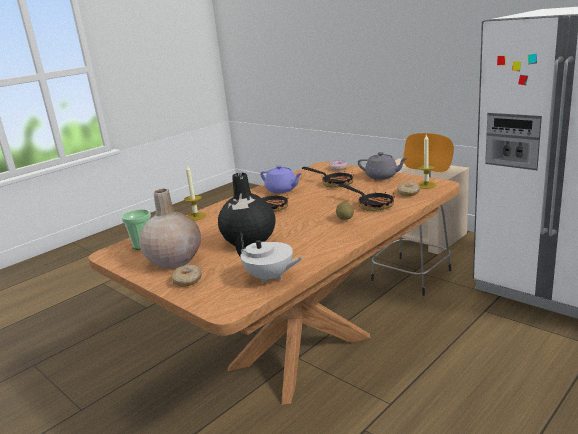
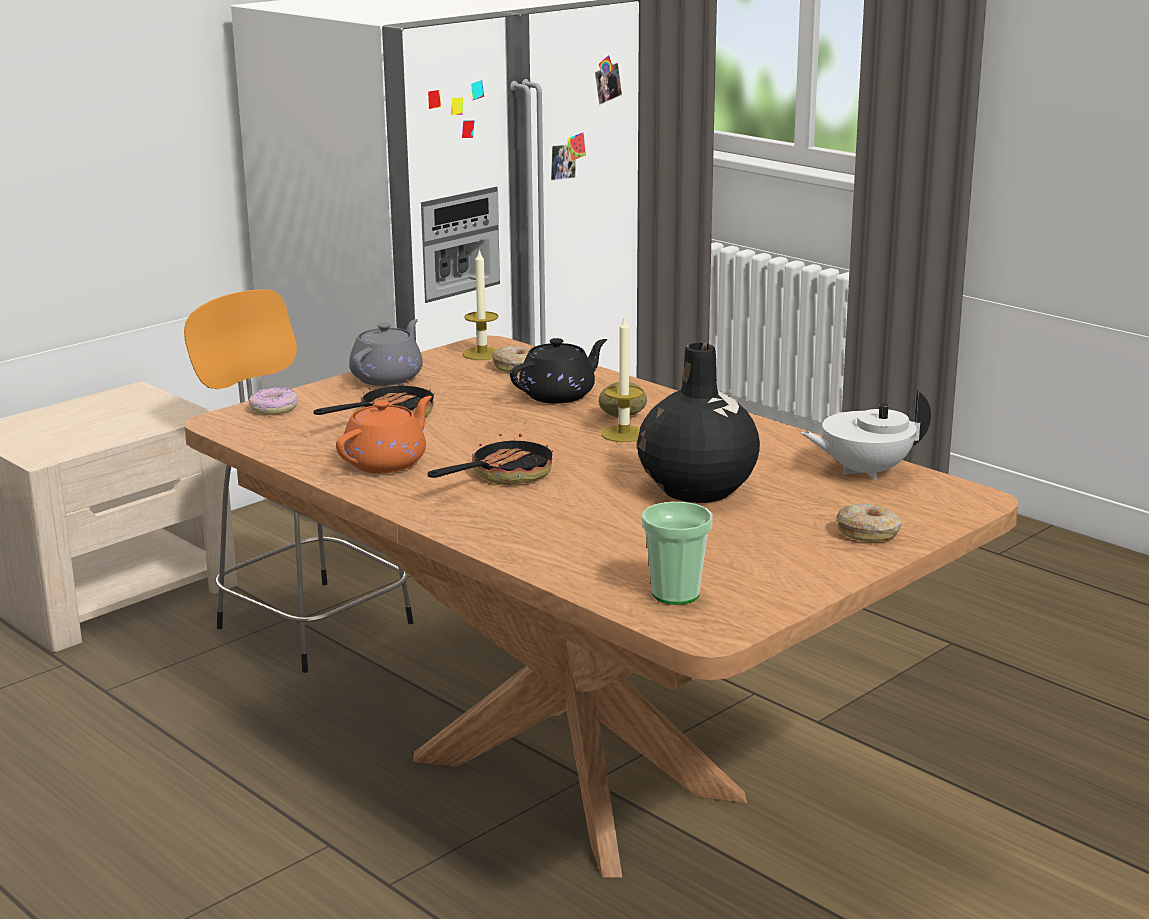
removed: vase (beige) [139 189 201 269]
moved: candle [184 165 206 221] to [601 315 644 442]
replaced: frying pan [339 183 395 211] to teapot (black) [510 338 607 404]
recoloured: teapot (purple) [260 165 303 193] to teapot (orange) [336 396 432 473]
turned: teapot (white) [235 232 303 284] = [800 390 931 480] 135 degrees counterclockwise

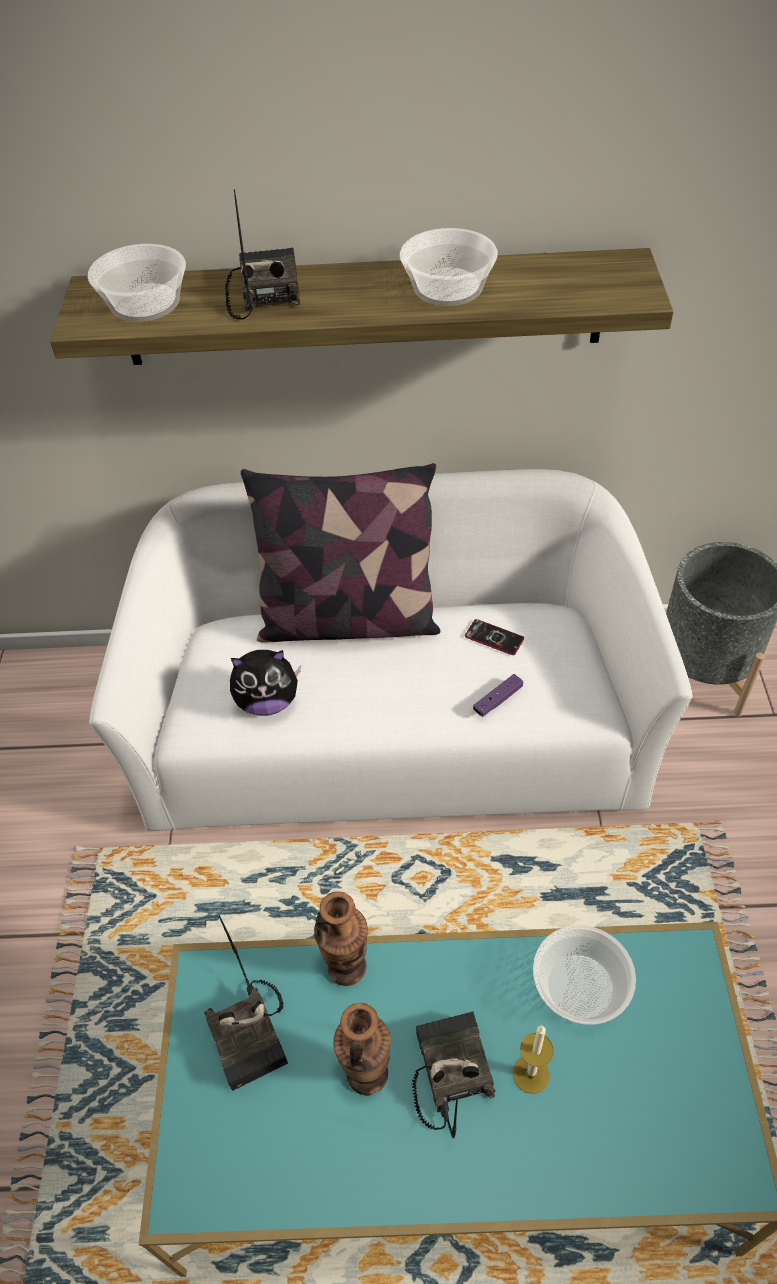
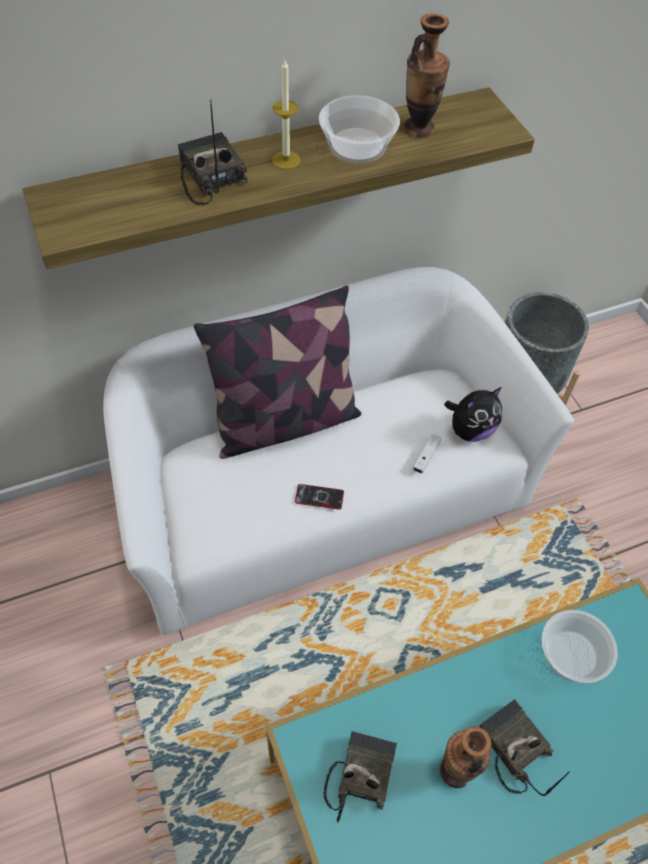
removed: bowl [88 244 186 322]
moved: candle [513 1026 554 1094] to [272 60 301 169]; phone [465 619 524 655] to [295 484 344 510]; vase [314 891 368 986] to [404 14 450 138]; plush toy [230 650 301 716] to [444 387 502 442]
recoloured: game controller (purple) [473 674 523 717] to game controller (white) [413 434 441 474]
turned: radio [204 915 288 1091] = [323 731 397 823] 120 degrees counterclockwise

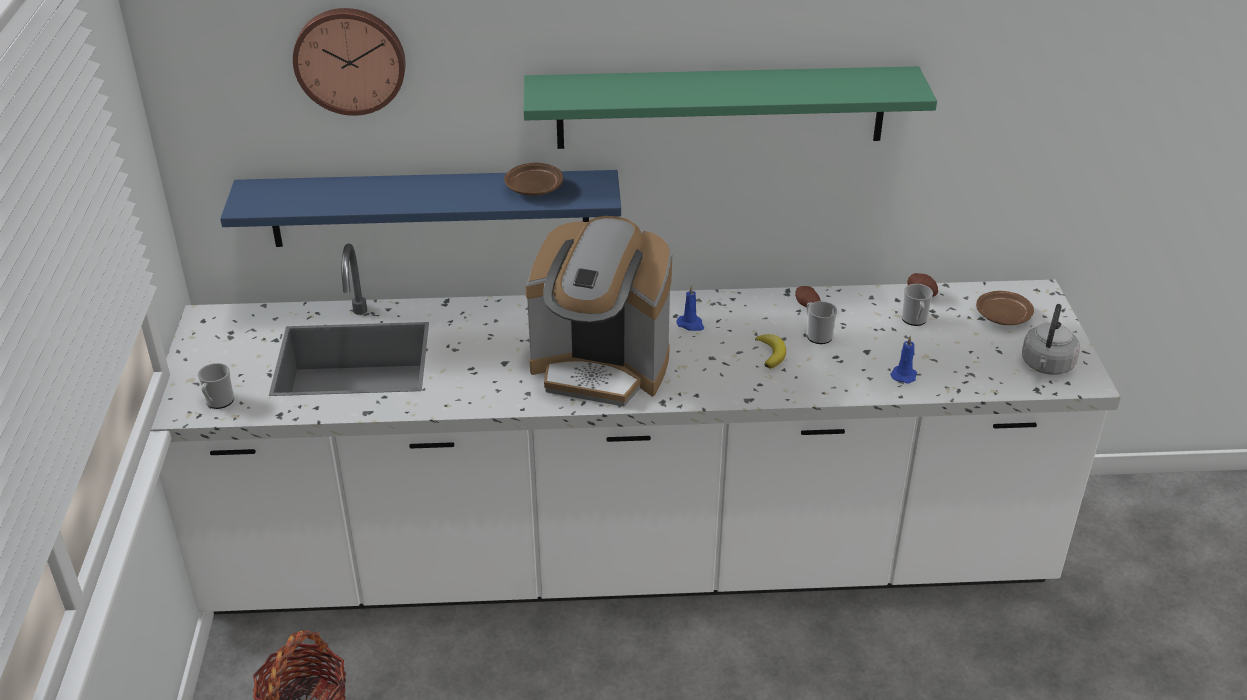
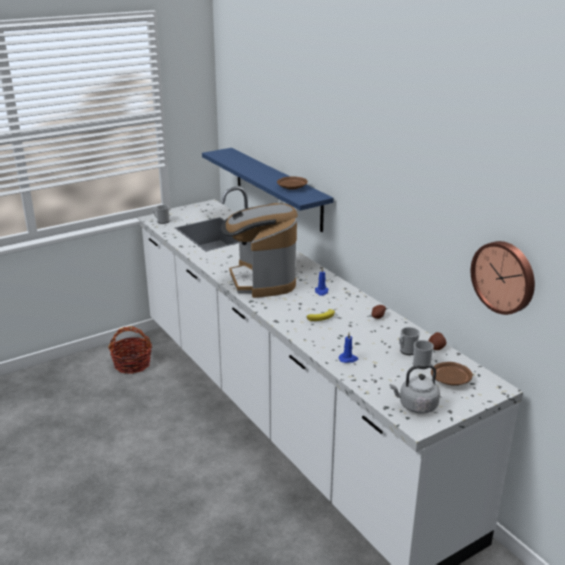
removed: shelf (green) [524 66 937 149]
moved: mug [807 301 837 344] to [413 340 434 369]; wall clock [293 8 406 116] to [471 241 535 315]

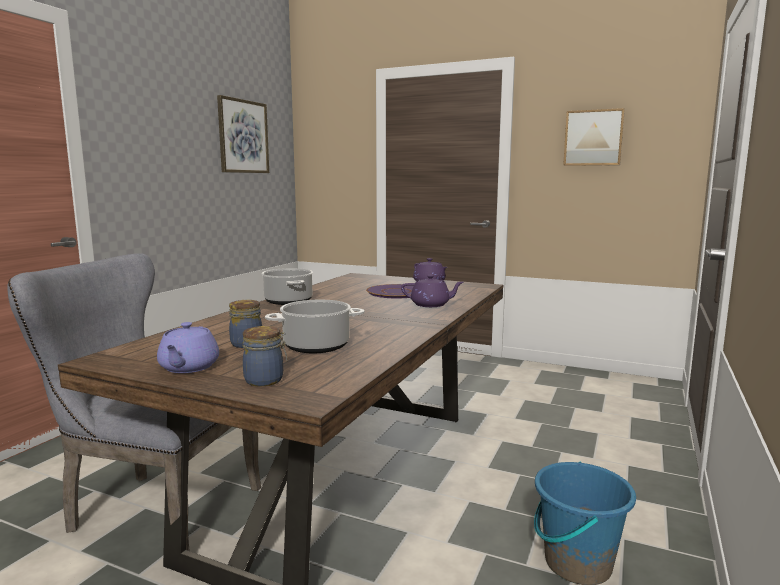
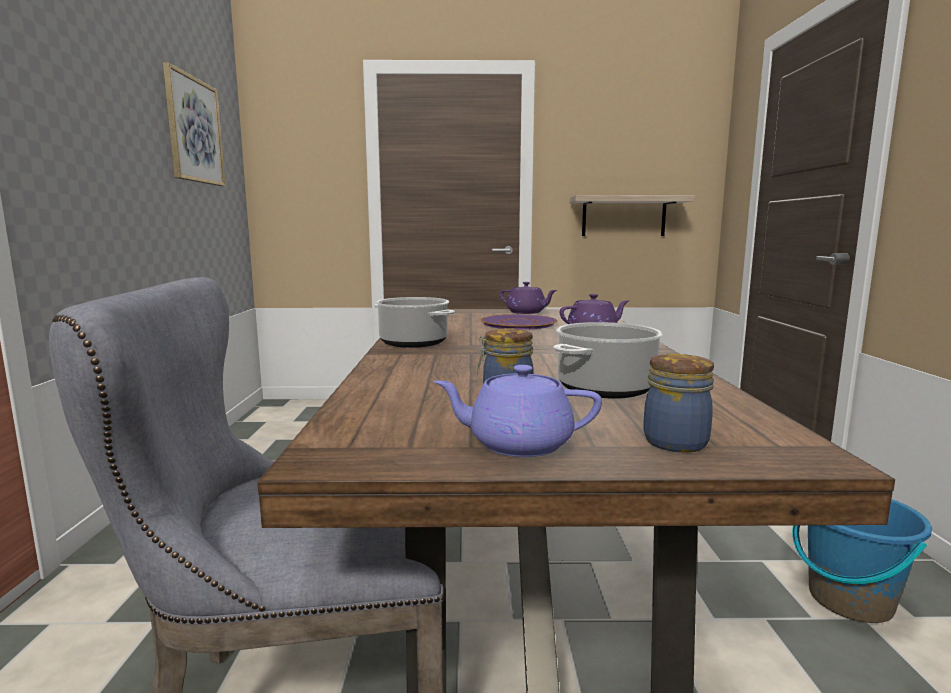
removed: picture [563 108 625 166]
added: shelf [569 195 694 236]
turned: teapot (purple) [157 322 219 373] = [433 365 602 457] 120 degrees clockwise

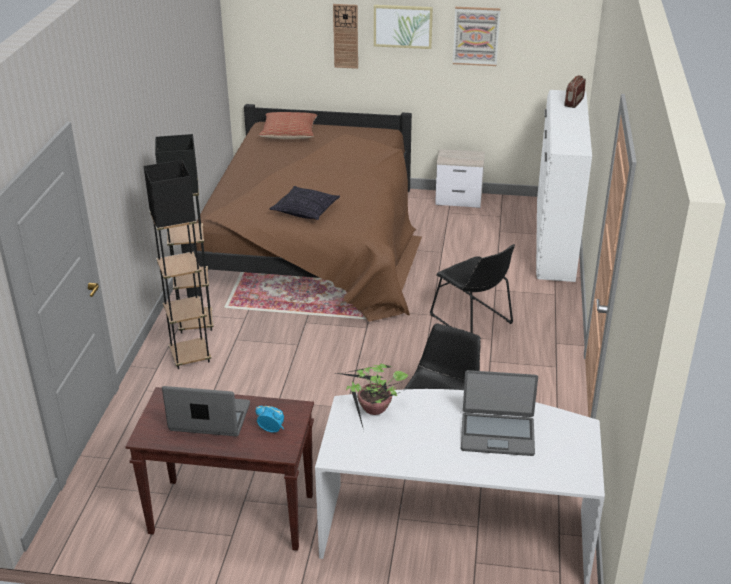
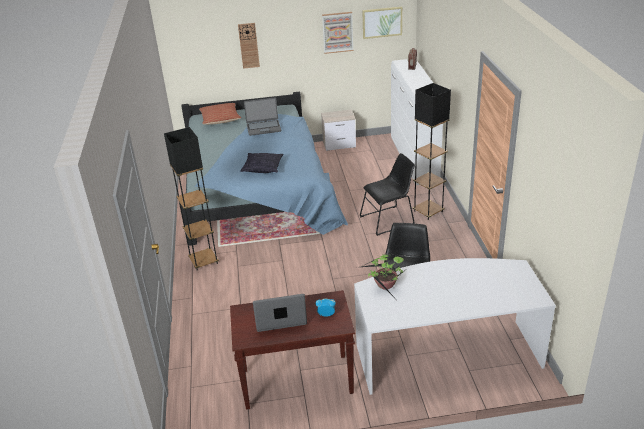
moved: laptop [461 370 538 456] to [244 97 281 136]; picture [374 5 433 49] to [362 7 402 39]; floor lamp (black) [144 160 211 369] to [413 83 451 220]
recoloured: bed (brown) [181 104 422 322] to bed (blue) [181 92 348 246]
turned: chair (black) [430 244 515 333] = [359 153 415 236] 60 degrees counterclockwise

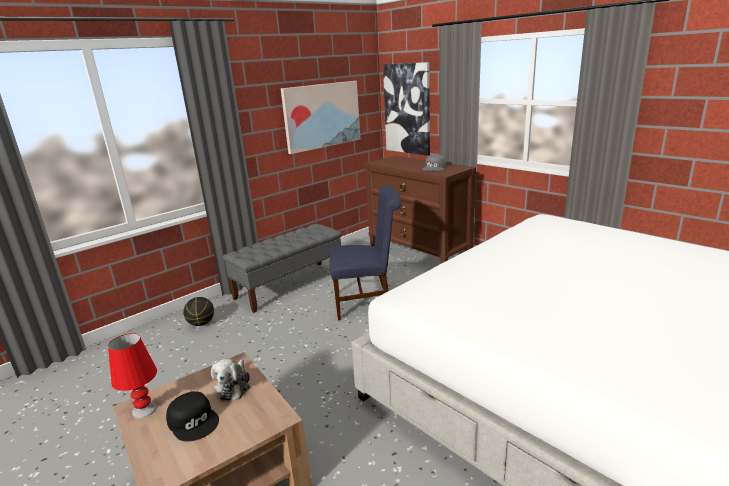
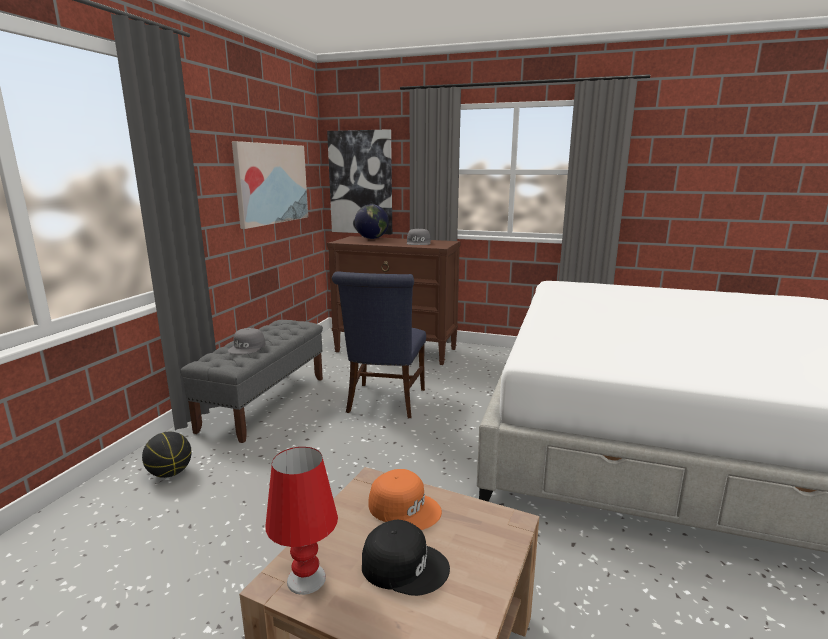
added: cap (grey) [228 328 265 354]; globe [355 204 389 239]
replaced: plush toy [211 359 250 401] to cap (orange) [368 469 442 530]
turned: chair (blue) [328 184 401 320] = [332 271 426 418] 135 degrees clockwise

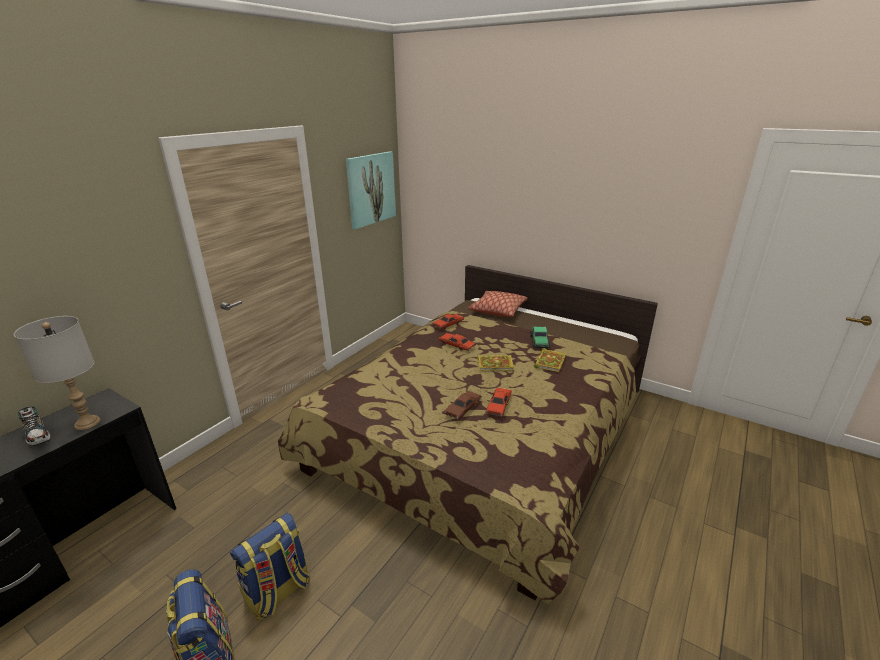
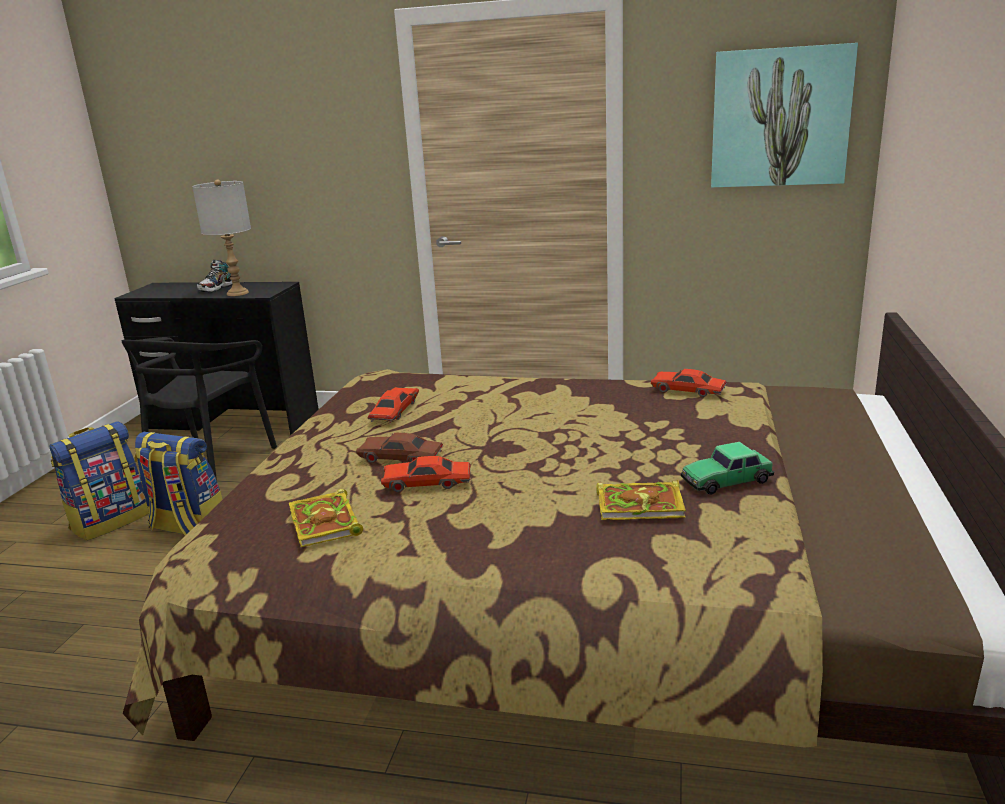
removed: pillow [468 291 528 317]
added: chair (black) [121 337 277 480]
moved: book [478 355 514 371] to [289 489 363 547]; toy car (red) [439 333 476 351] to [368 387 419 423]

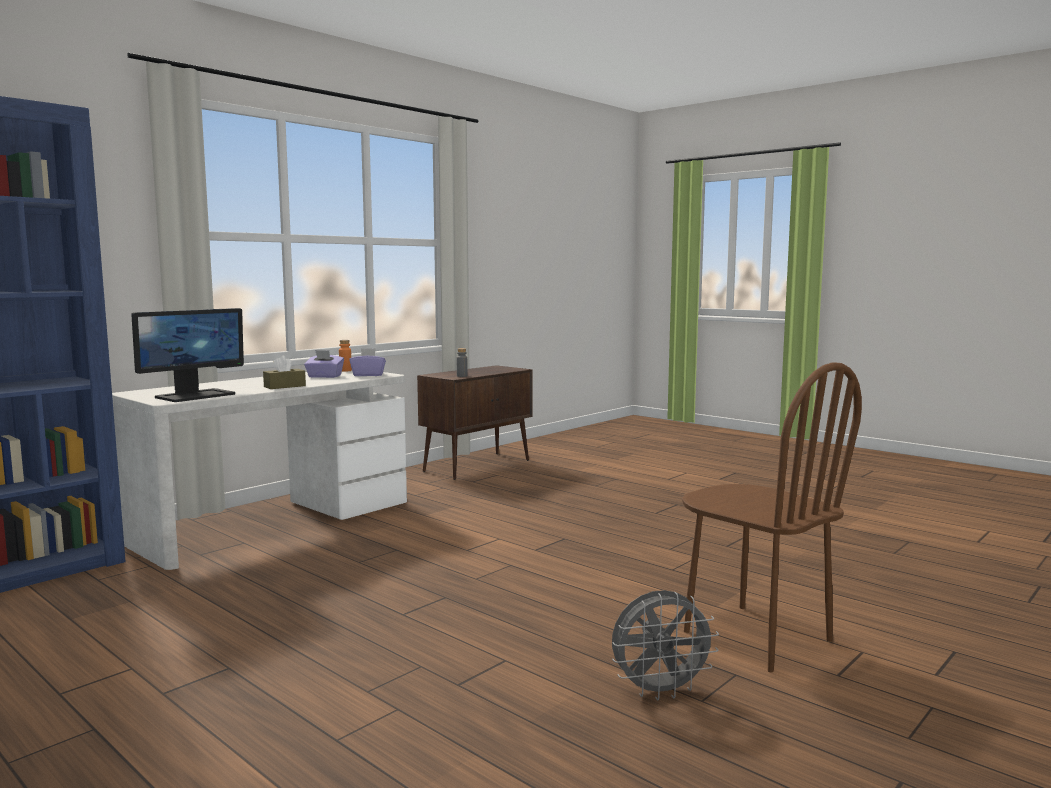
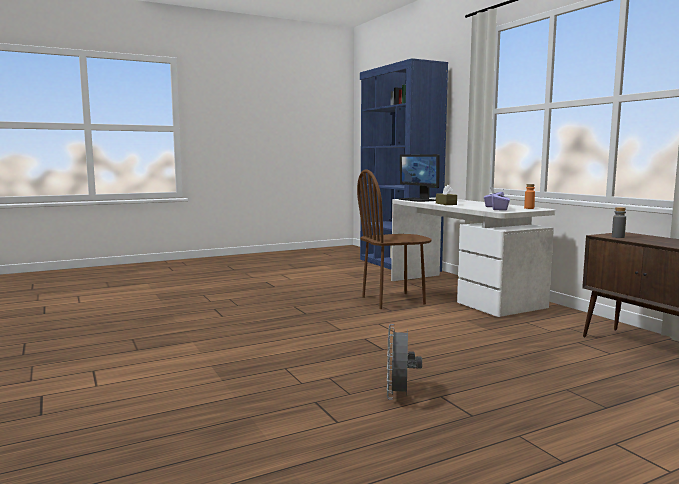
moved: chair (brown) [682 362 862 672] to [357 169 432 309]; fan (grey) [612 590 719 700] to [387 324 422 400]

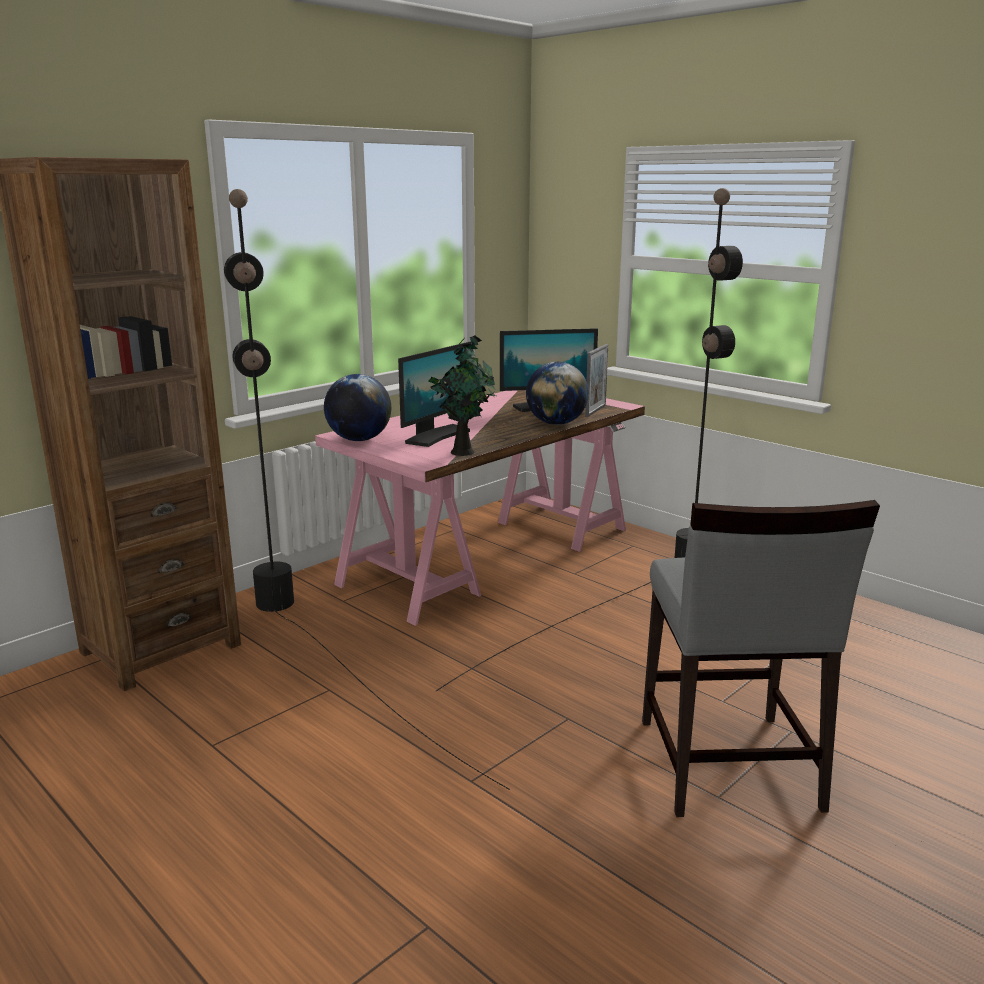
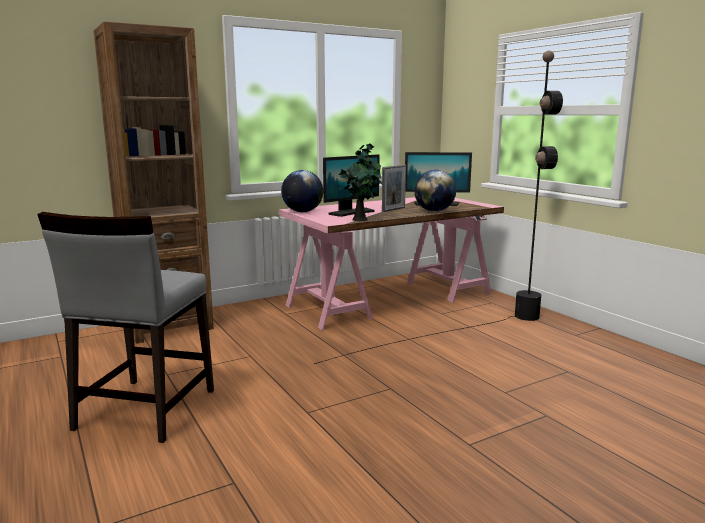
removed: floor lamp (black) [224 189 510 790]
moved: chair (grey) [642 500 880 817] to [37 212 214 443]; picture frame [585 344 608 417] to [382 165 406 212]

